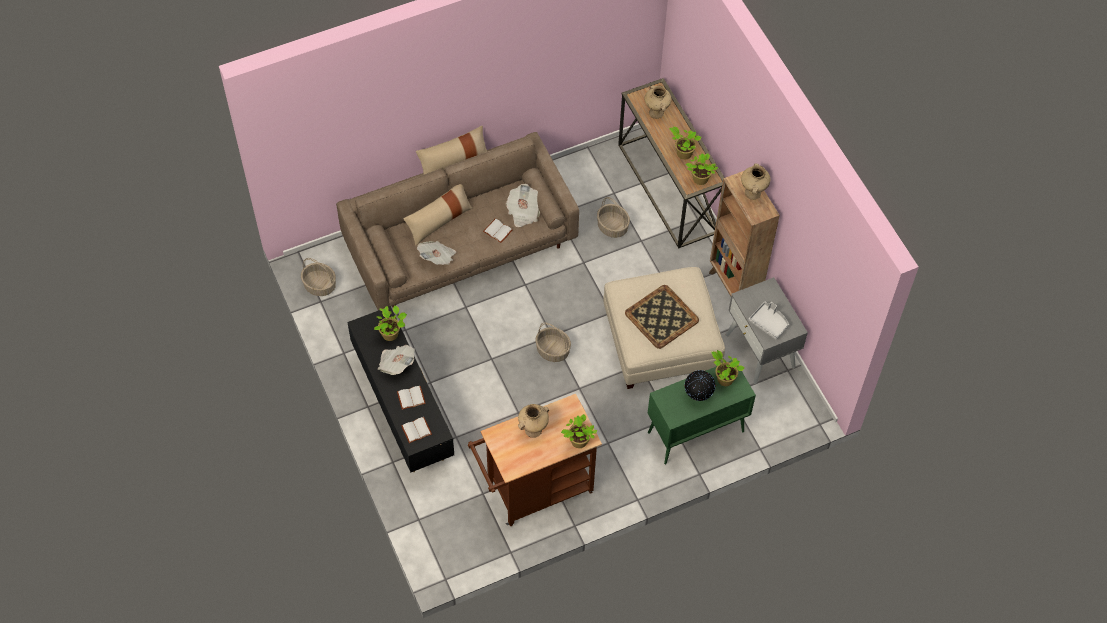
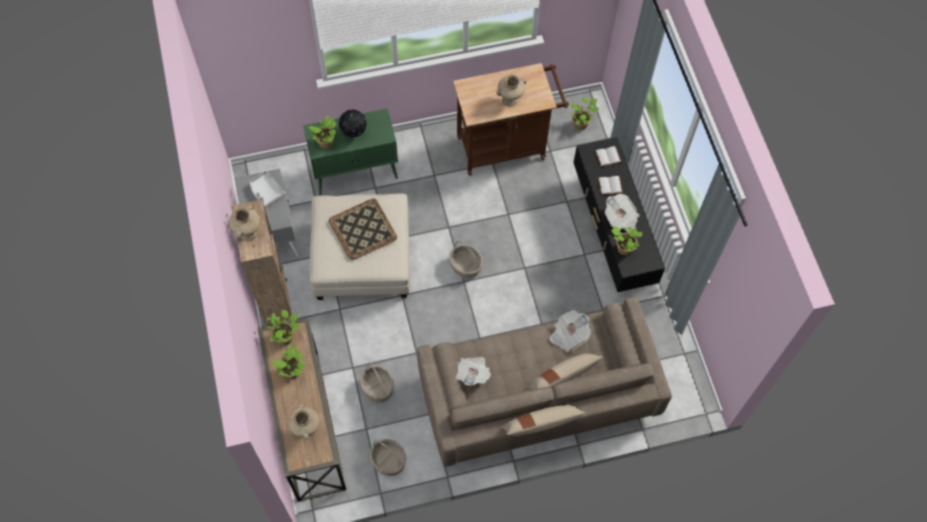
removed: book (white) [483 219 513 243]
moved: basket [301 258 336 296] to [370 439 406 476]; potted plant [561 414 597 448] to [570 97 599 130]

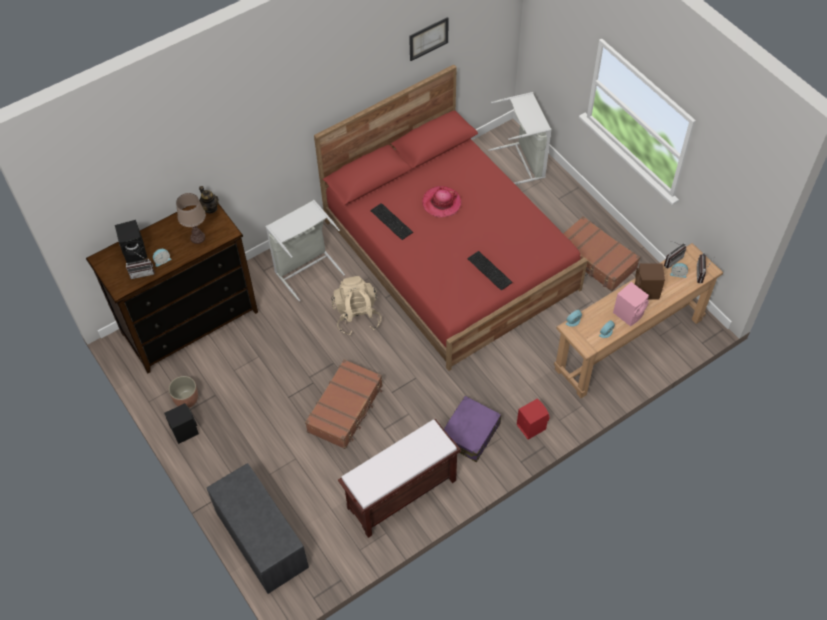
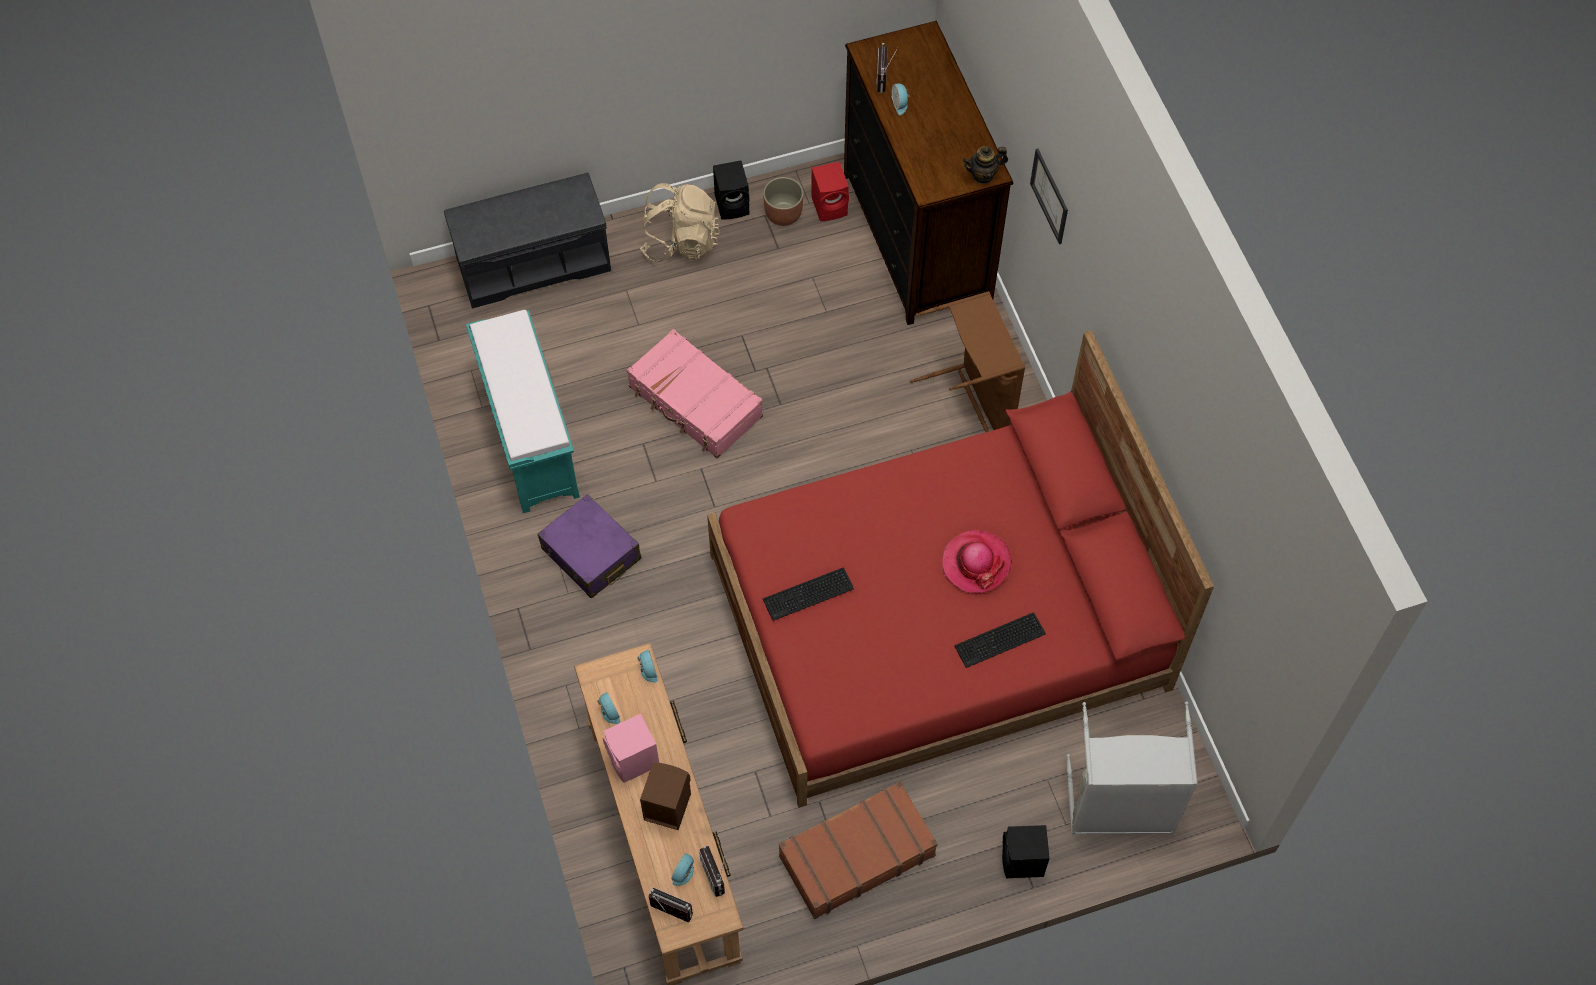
removed: table lamp (brown) [176 193 206 244]
moved: backpack (beige) [331 276 382 335] to [640 183 720 262]; speaker (red) [517 399 549 440] to [811 161 849 221]; keyboard [371 203 413 240] to [954 612 1046 668]; speaker (black) [115 220 147 263] to [1002 825 1050 878]; picture [409 17 449 61] to [1030 148 1068 244]
recoloured: bench (brown) [338 419 461 538] to bench (turquoise) [466 310 580 513]; suitcase (brown) [305 359 383 449] to suitcase (pink) [627 329 763 458]; laundry basket (grey) [265 200 345 301] to laundry basket (brown) [910 291 1025 432]

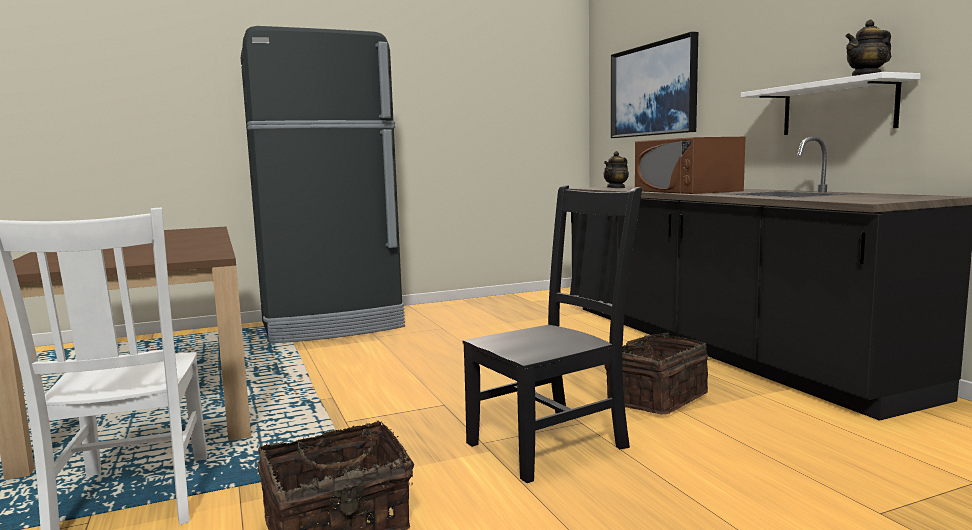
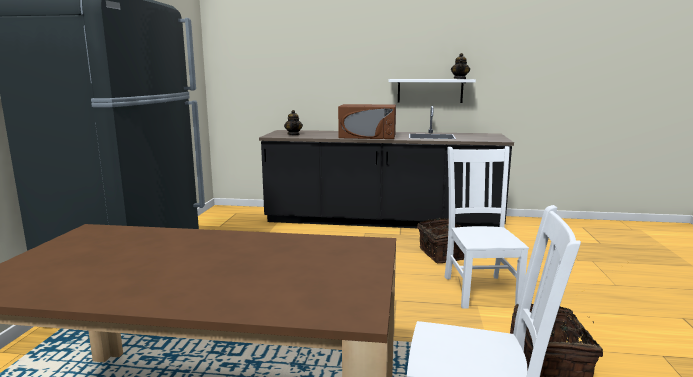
removed: picture [611 32 698 138]
recoloured: chair (black) [463 185 642 483] to chair (white) [444 146 529 309]

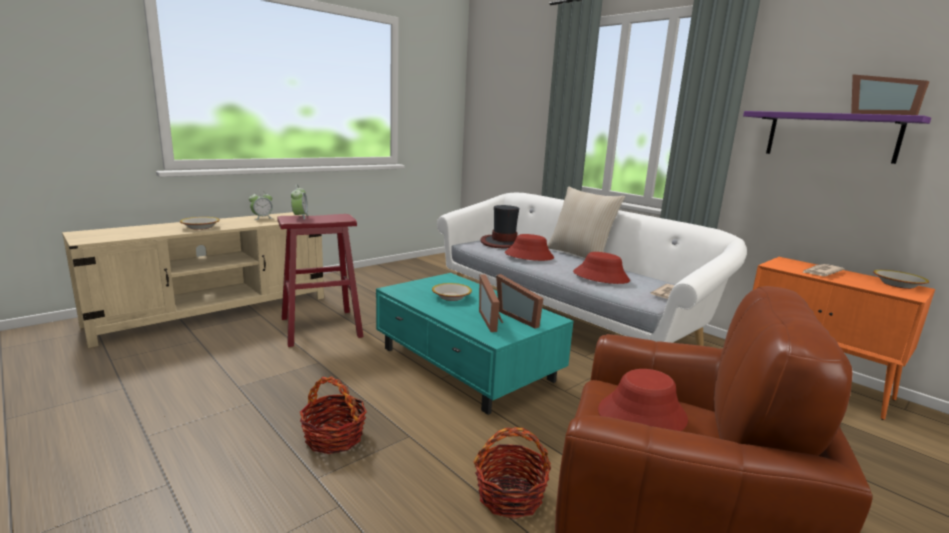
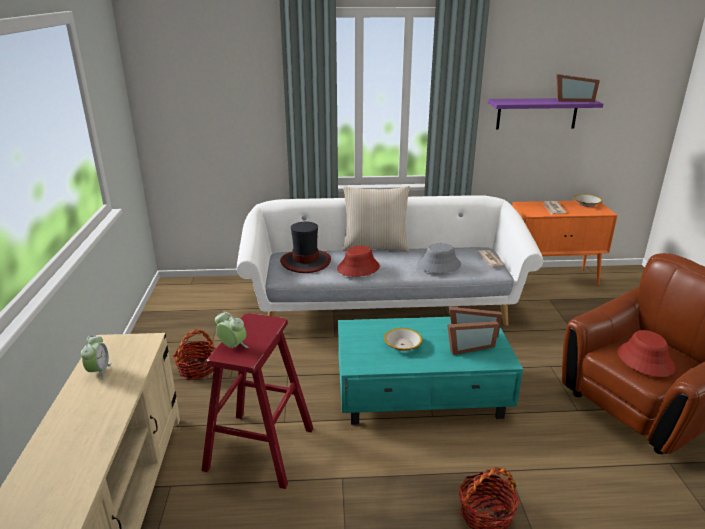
removed: bowl [180 217 220 230]
moved: basket [474 427 552 519] to [173 330 216 379]
recoloured: hat (red) [573 252 630 284] to hat (grey) [417 243 461 273]
turned: picture frame [479 274 503 332] = [447 321 499 355] 45 degrees counterclockwise

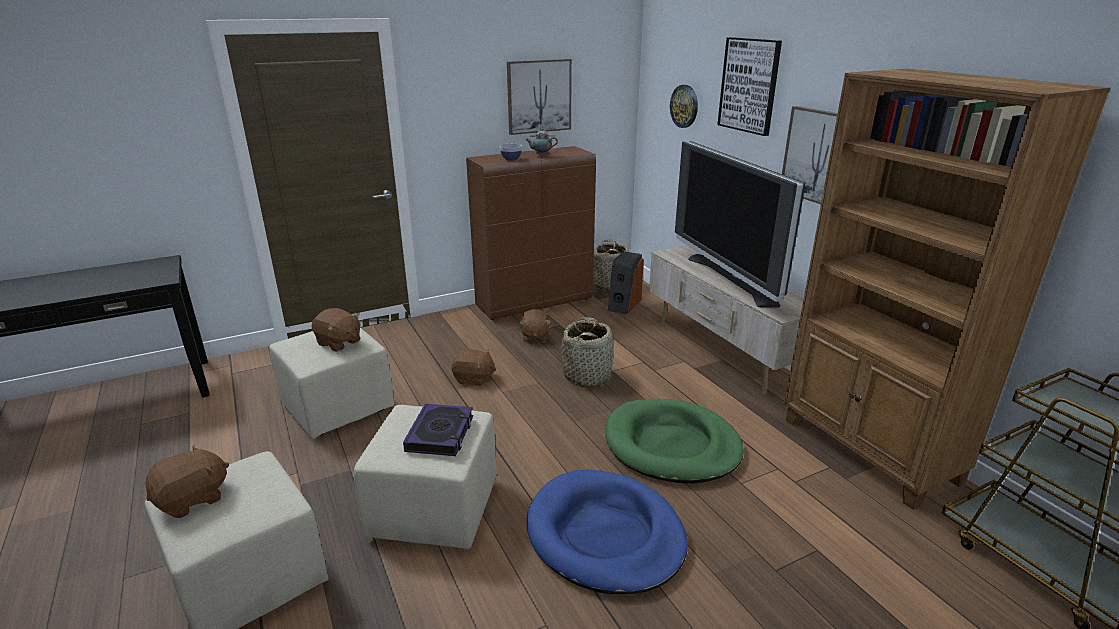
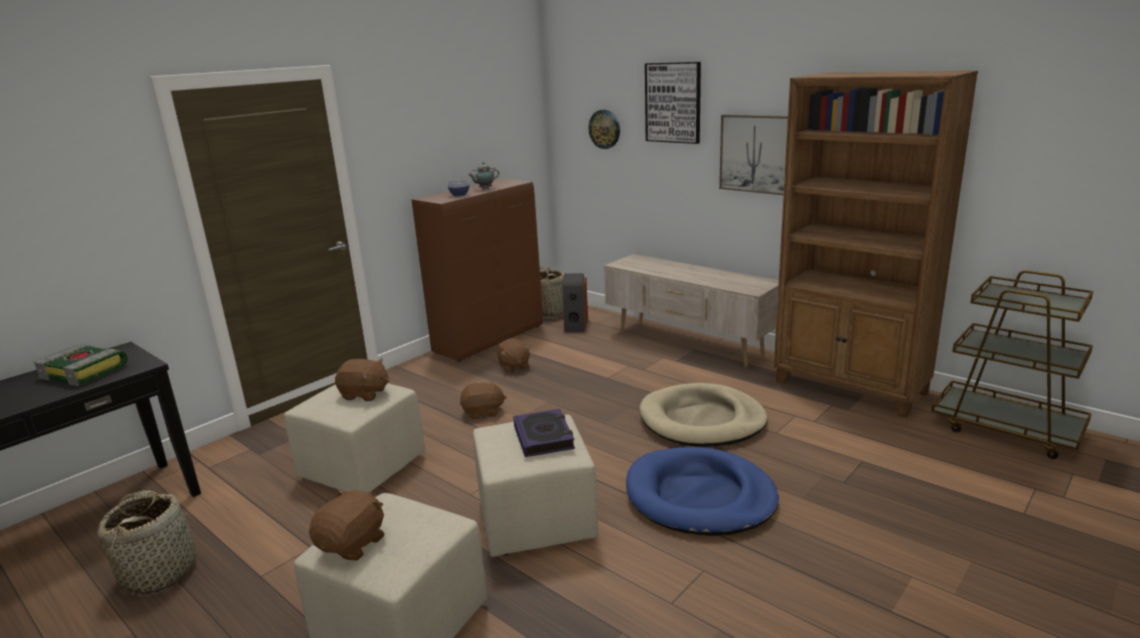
removed: picture [507 59 572 135]; television [675 141 805 308]
added: book [34 344 128 386]
moved: basket [561 317 613 387] to [97 491 196 596]
recoloured: dog bed (green) [606 399 744 483] to dog bed (beige) [639 383 768 446]

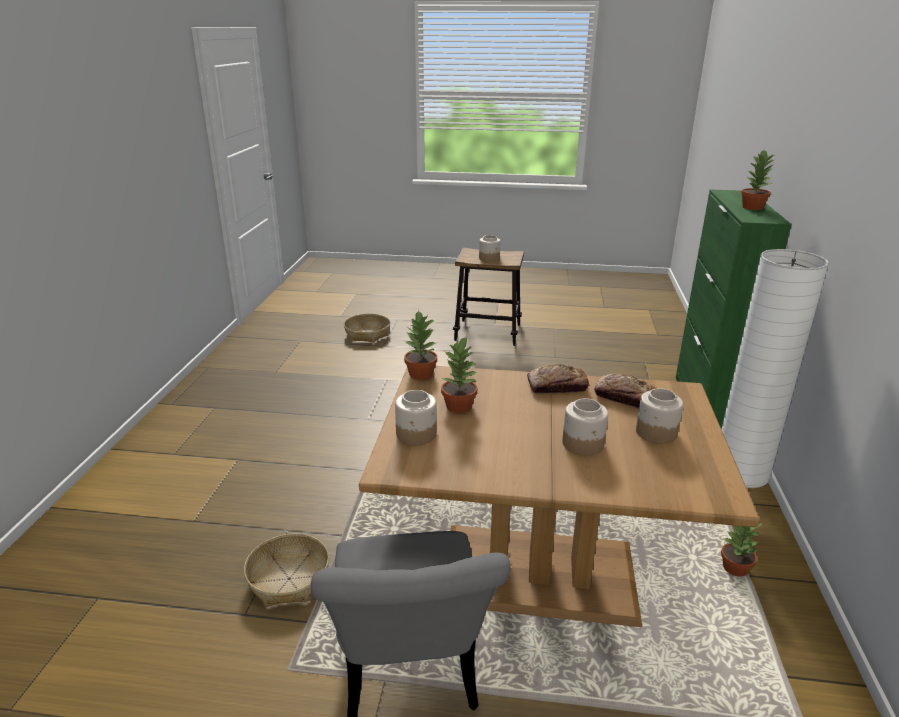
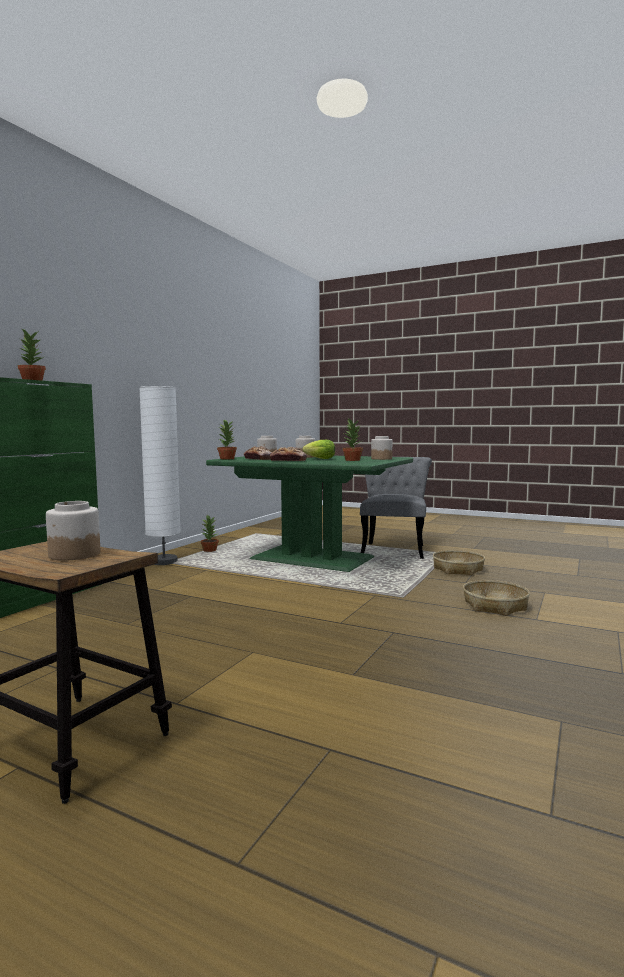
added: lettuce [303 440 335 459]
moved: potted plant [404 310 437 380] to [217 419 237 459]; basket [344 314 390 343] to [463 580 530 616]
recoloured: dining table (brown) [359 366 760 627] to dining table (green) [206 456 413 572]

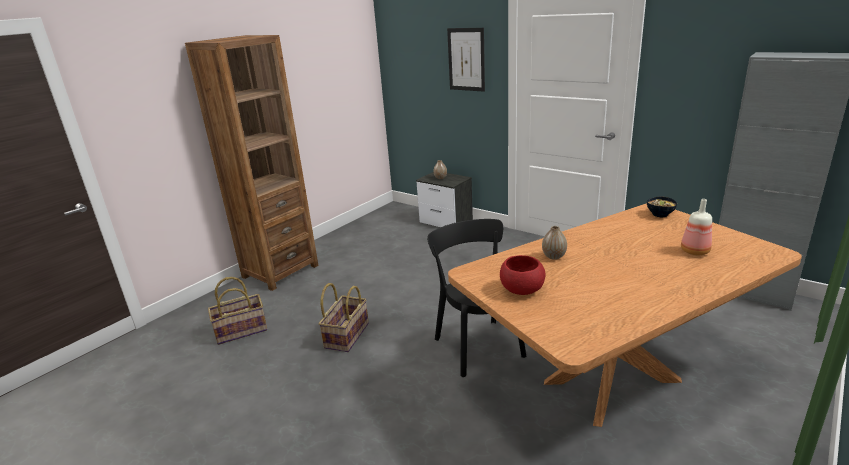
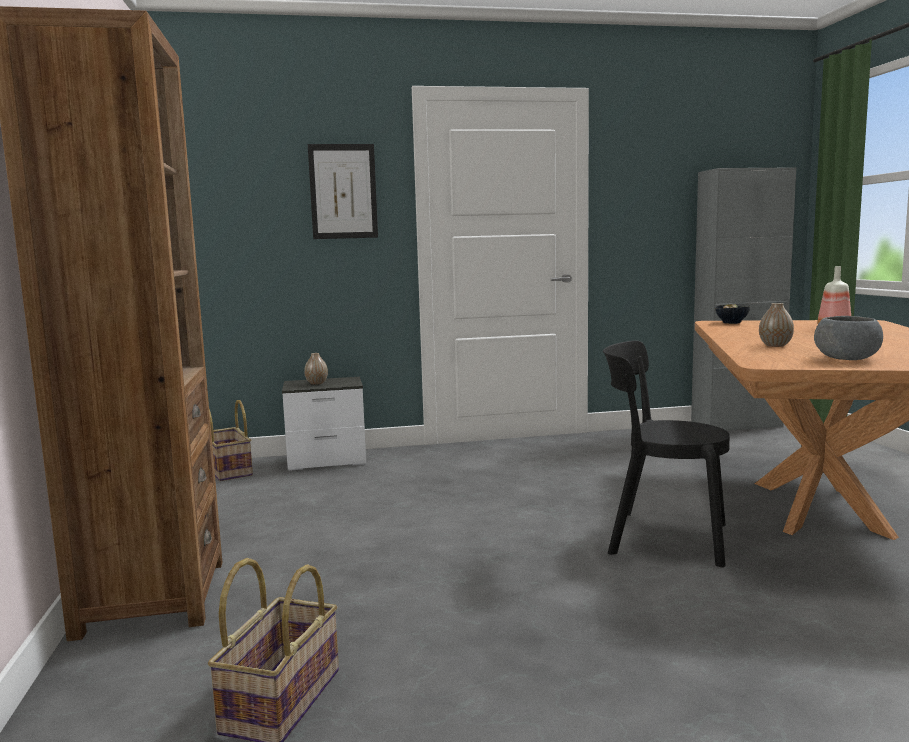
moved: basket [319 283 369 352] to [209 400 253 481]
recoloured: bowl (red) [500 255 545 295] to bowl (grey) [814 316 883 360]

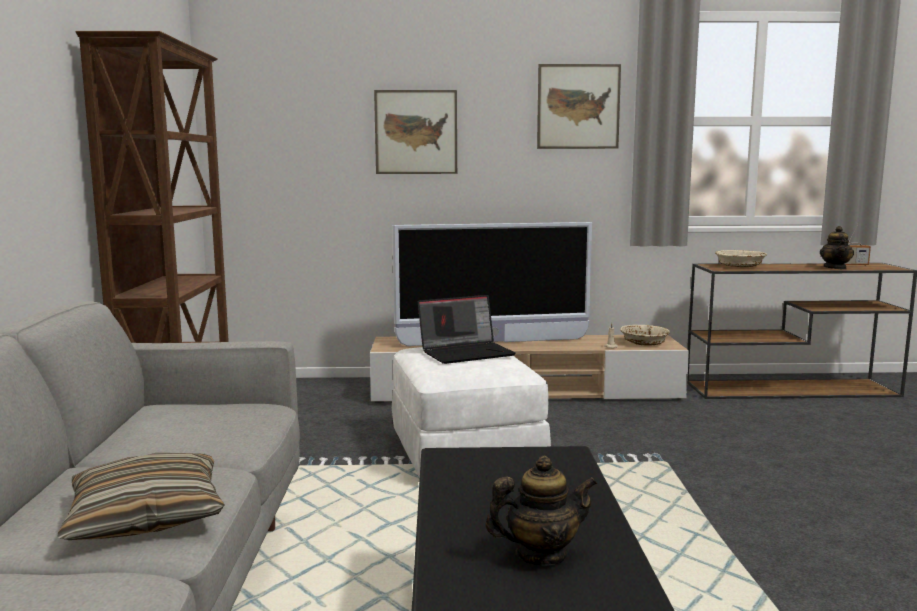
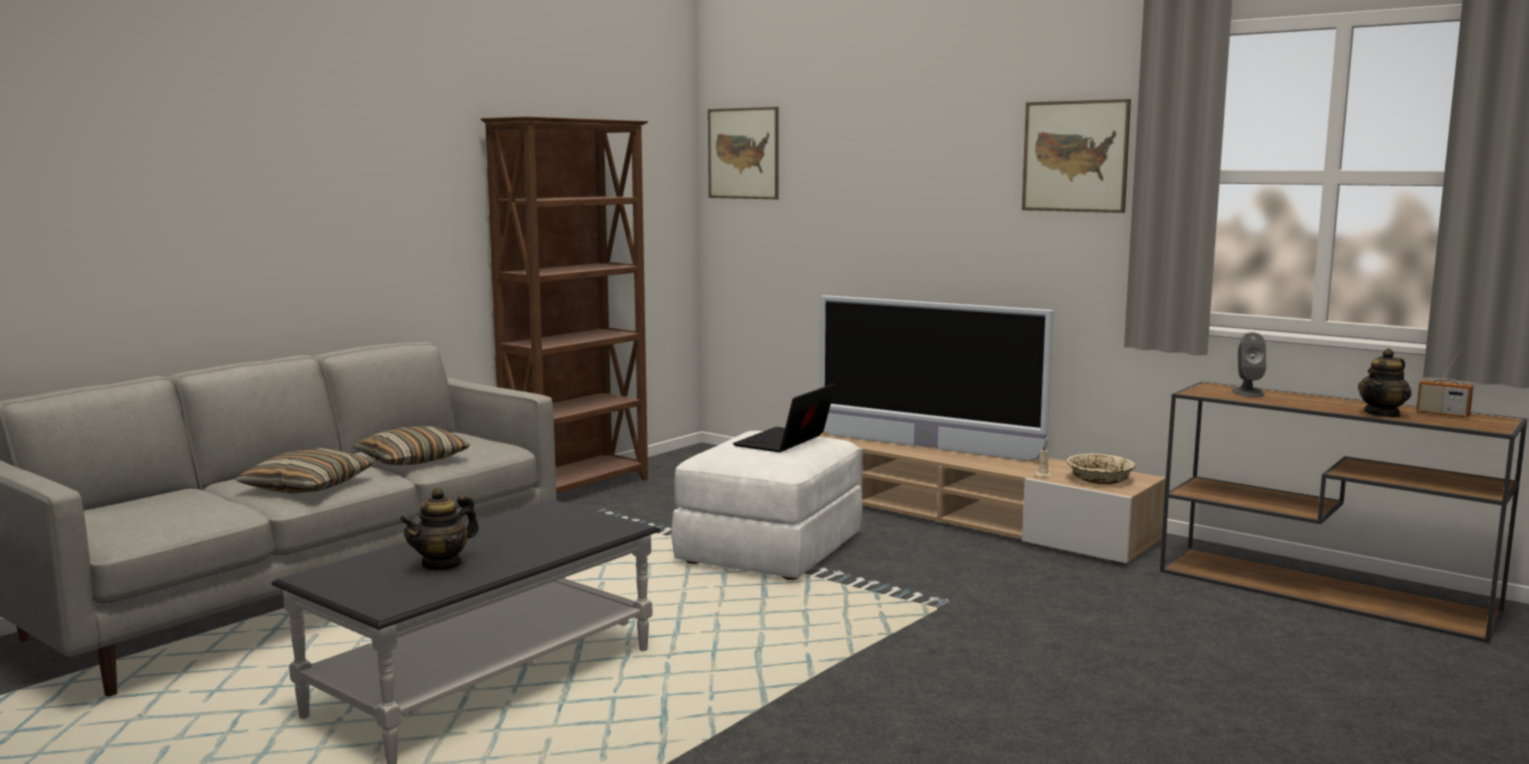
added: pillow [352 426 470 465]
moved: picture [374 90 457 174] to [708 107 779 199]
replaced: bowl (beige) [715 250 767 267] to speaker (grey) [1232 332 1266 397]
turned: teapot [485 456 597 566] = [399 487 479 572] 105 degrees clockwise; laptop [418 295 516 364] = [733 383 836 452] 105 degrees clockwise

